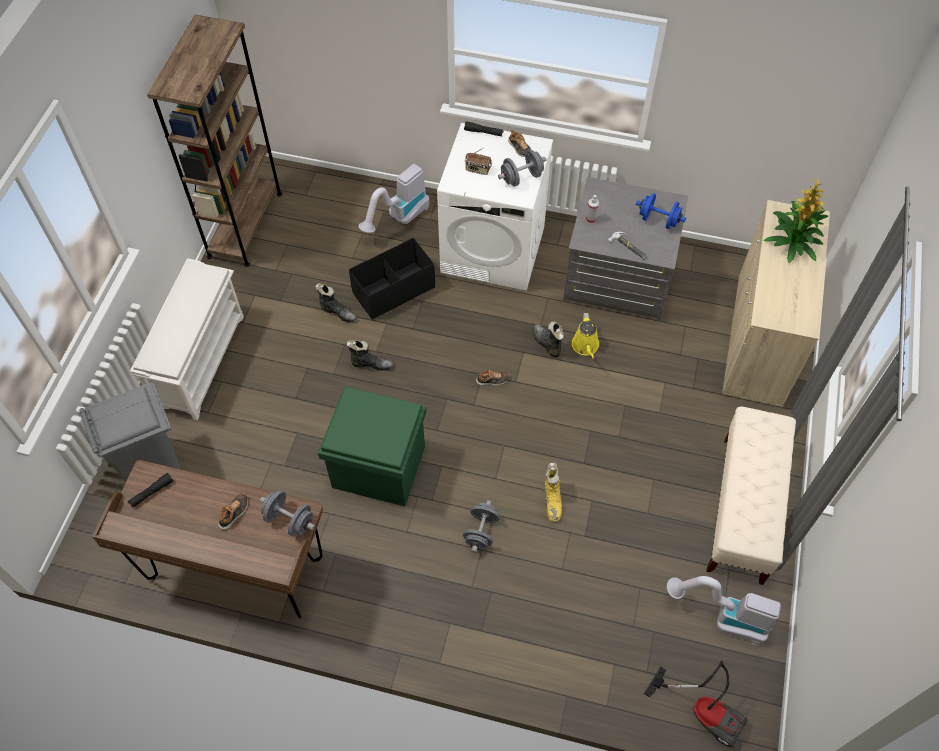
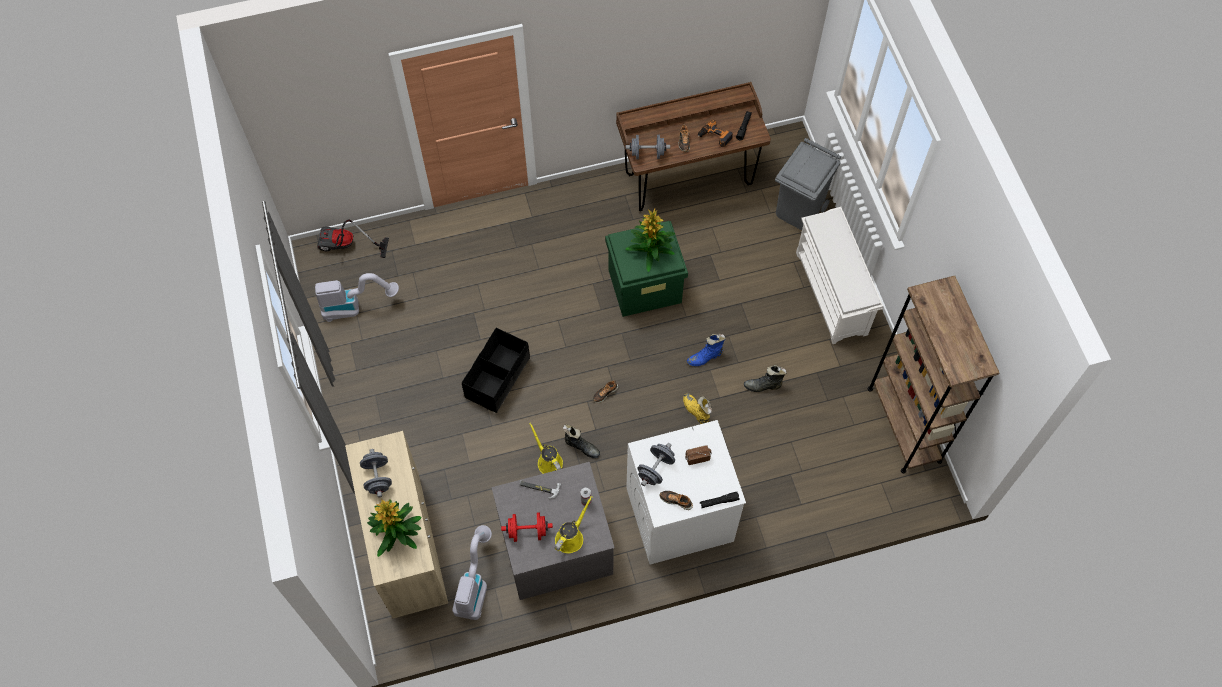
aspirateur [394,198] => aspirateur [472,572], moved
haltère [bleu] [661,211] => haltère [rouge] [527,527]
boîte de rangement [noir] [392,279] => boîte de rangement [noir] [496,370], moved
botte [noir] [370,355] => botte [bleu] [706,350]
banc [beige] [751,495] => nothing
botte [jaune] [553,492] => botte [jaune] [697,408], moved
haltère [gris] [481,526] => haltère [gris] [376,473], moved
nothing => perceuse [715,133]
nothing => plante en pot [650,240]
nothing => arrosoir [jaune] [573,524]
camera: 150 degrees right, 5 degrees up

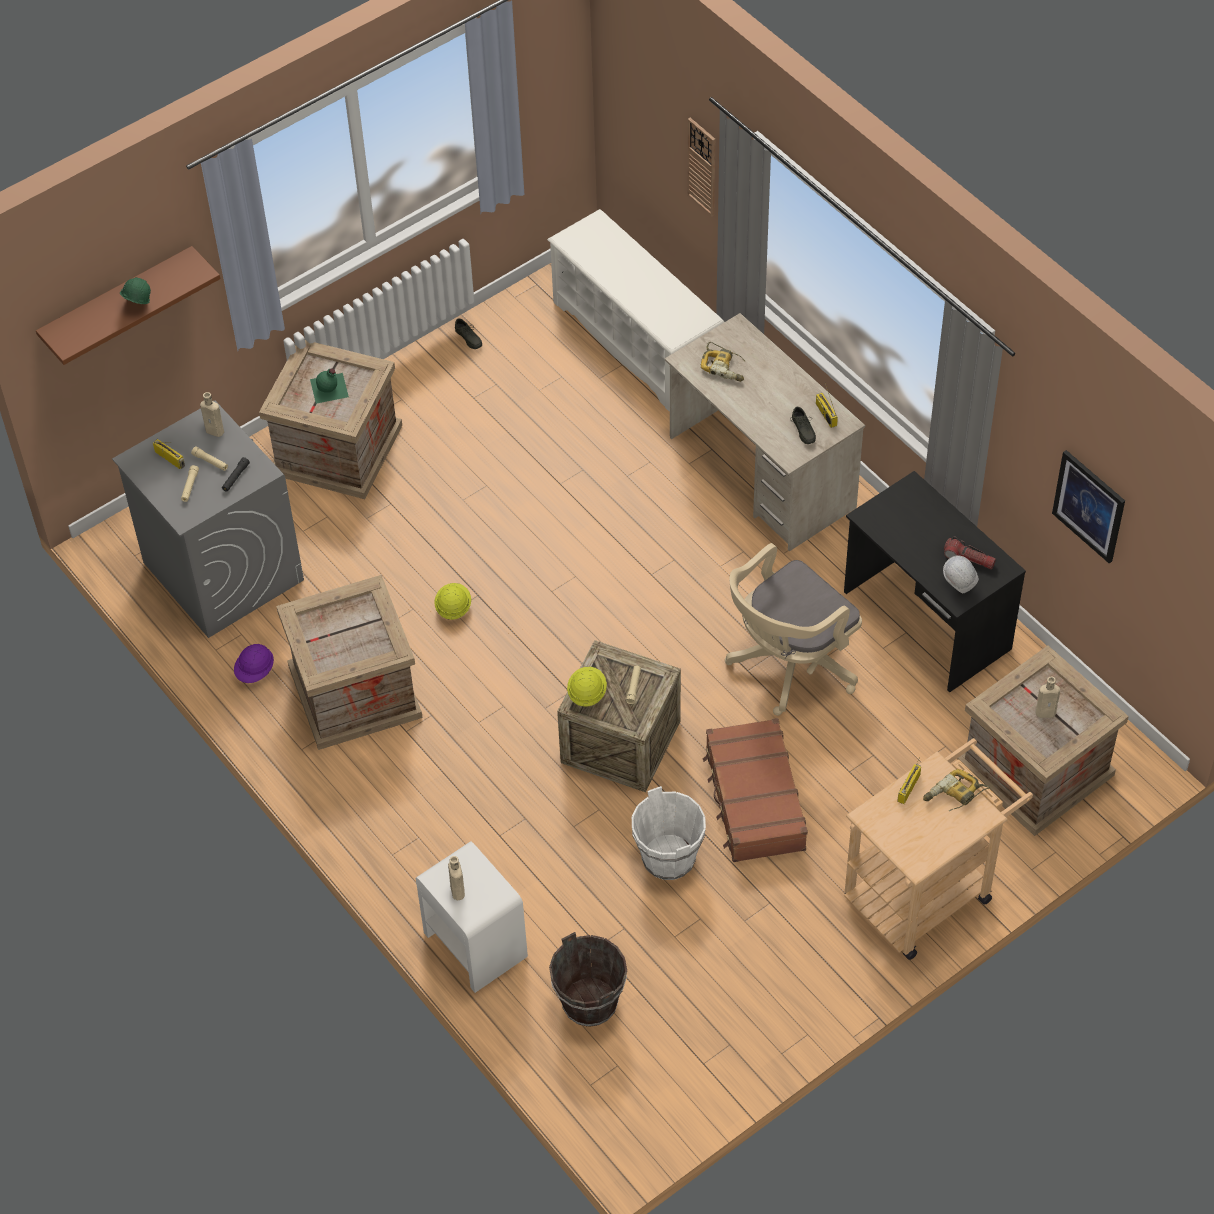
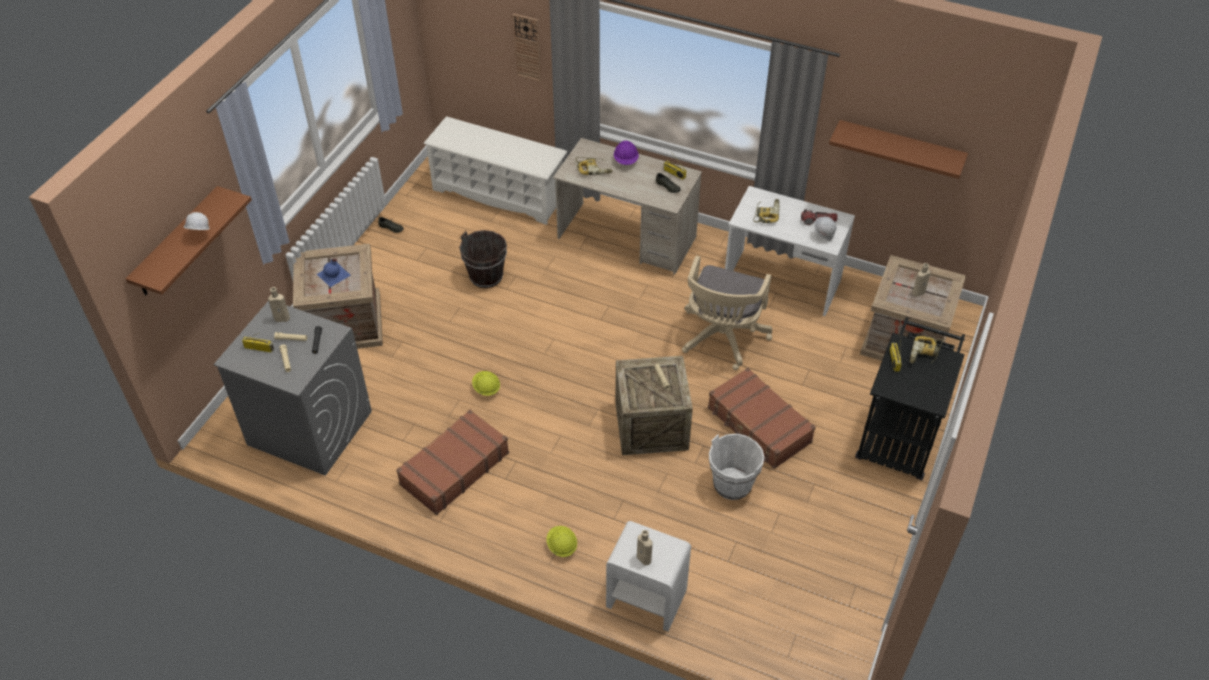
casque de chantier [vert] [135,290] => casque de chantier [blanc] [197,221]
bouteille [vert] [329,386] => bouteille [bleu] [334,273]
tableau [1088,506] => étagère [marron] [898,149]
bureau [noir] [935,581] => bureau [blanc] [790,251]
caisse [349,662] => valise [marron] [452,462]
casque de chantier [violet] [254,663] => casque de chantier [violet] [626,153], moved
casque de chantier [jaune] [587,687] => casque de chantier [jaune] [562,541], moved
chariot [beige] [938,849] => chariot [noir] [910,398]
seau [marron] [588,979] => seau [marron] [483,259], moved
nothing => perceuse [766,211]
camera: 30 degrees left, 5 degrees down

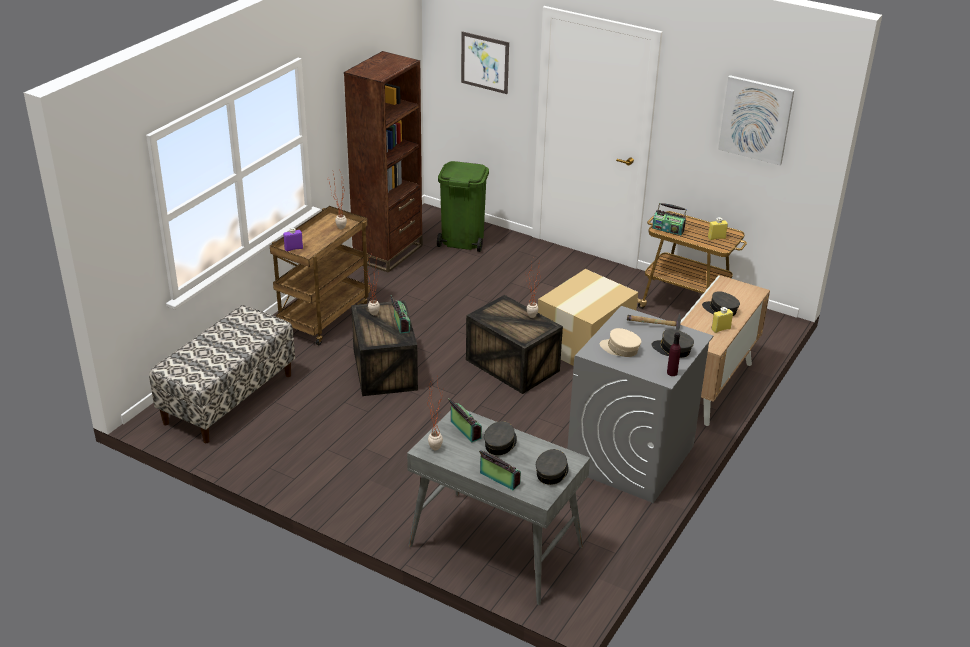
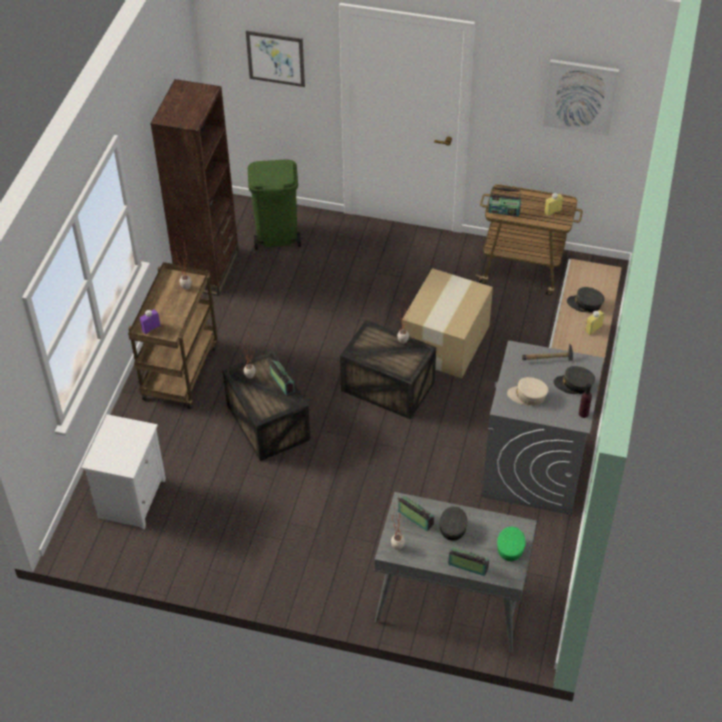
banc [222,374] => table de chevet [blanc] [123,471]
casquette [gris] [552,467] => casquette [vert] [511,544]
camera: 15 degrees left, 15 degrees up

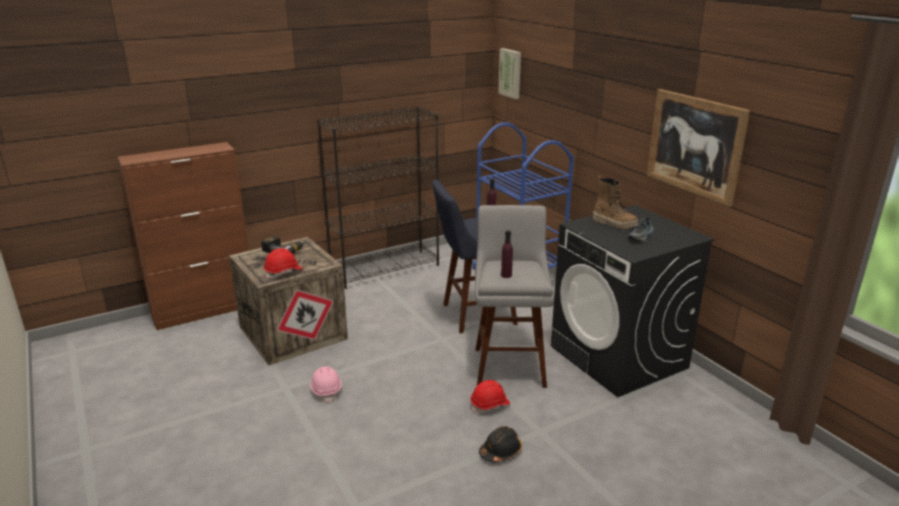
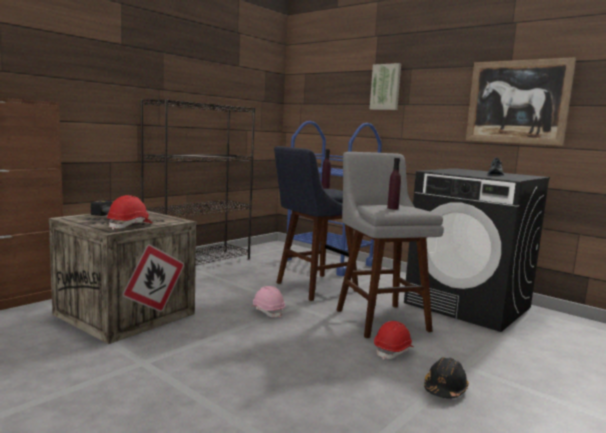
tableau [509,73] => tableau [385,86], moved
botte [615,202] => nothing
casque de chantier [rose] [326,385] => casque de chantier [rose] [267,302], moved
camera: 20 degrees left, 15 degrees down

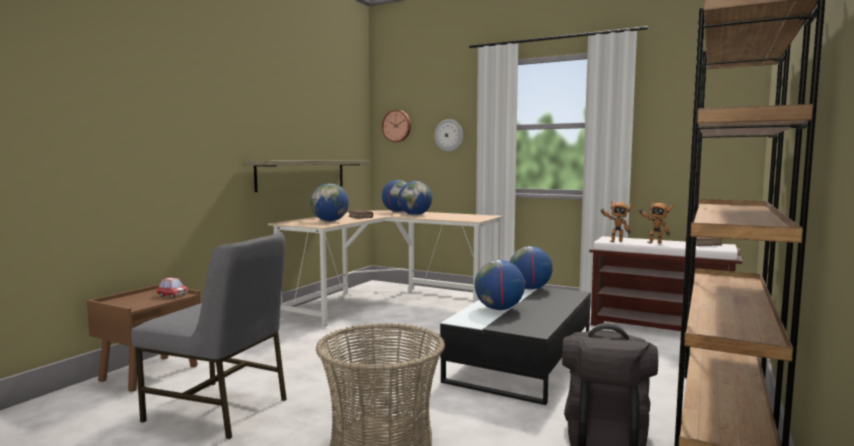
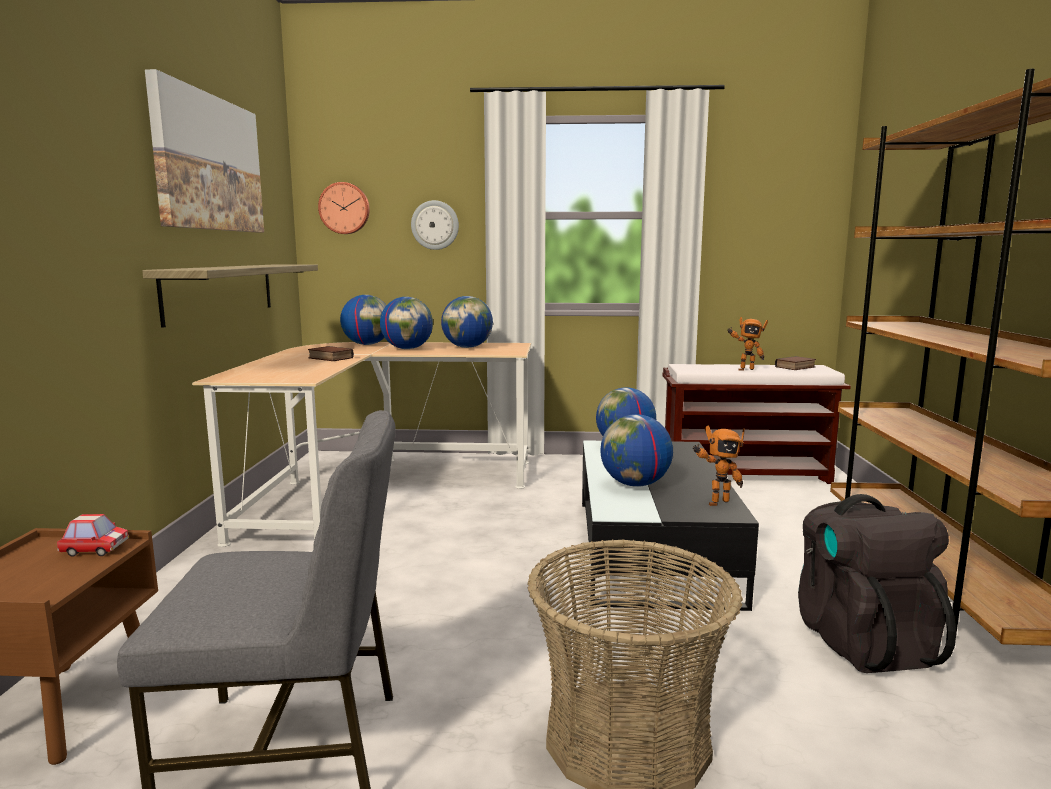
globe [329,203] => globe [467,322], moved
robot jouet [616,221] => robot jouet [718,465], moved
nothing => tableau [204,150]
camera: 25 degrees left, 5 degrees up

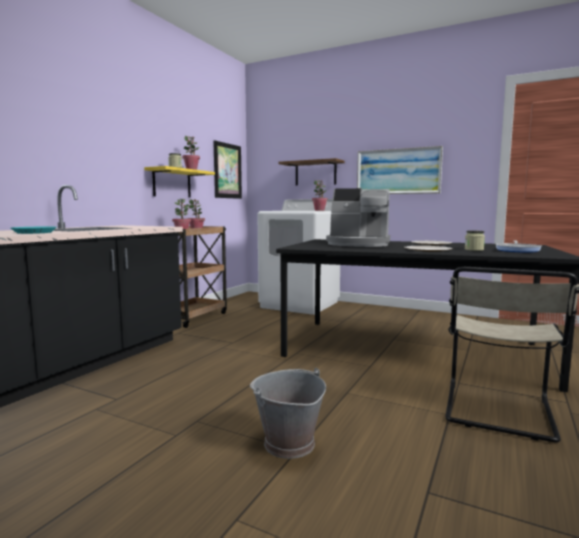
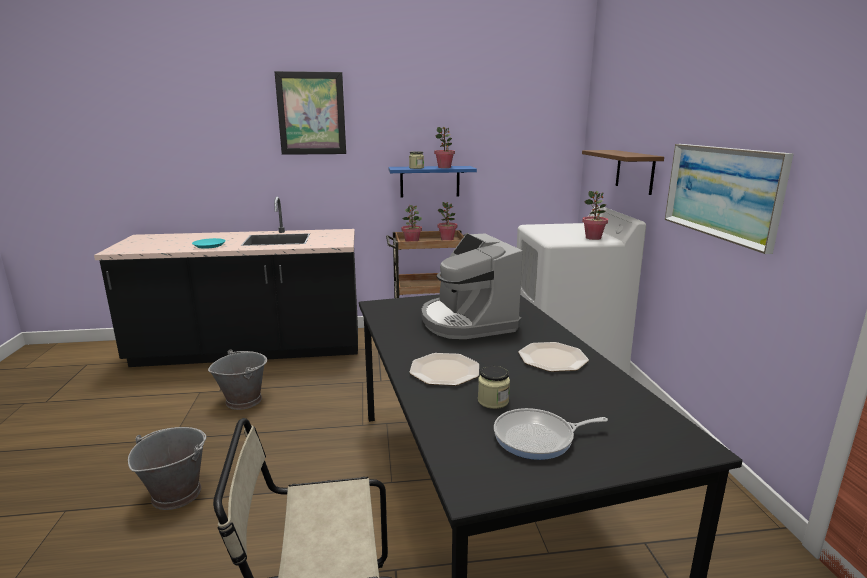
tableau [227,169] => tableau [310,113], moved
étagère [jaune] [179,182] => étagère [bleu] [433,182]
nothing => seau [gris] [237,379]
camera: 55 degrees right, 10 degrees up

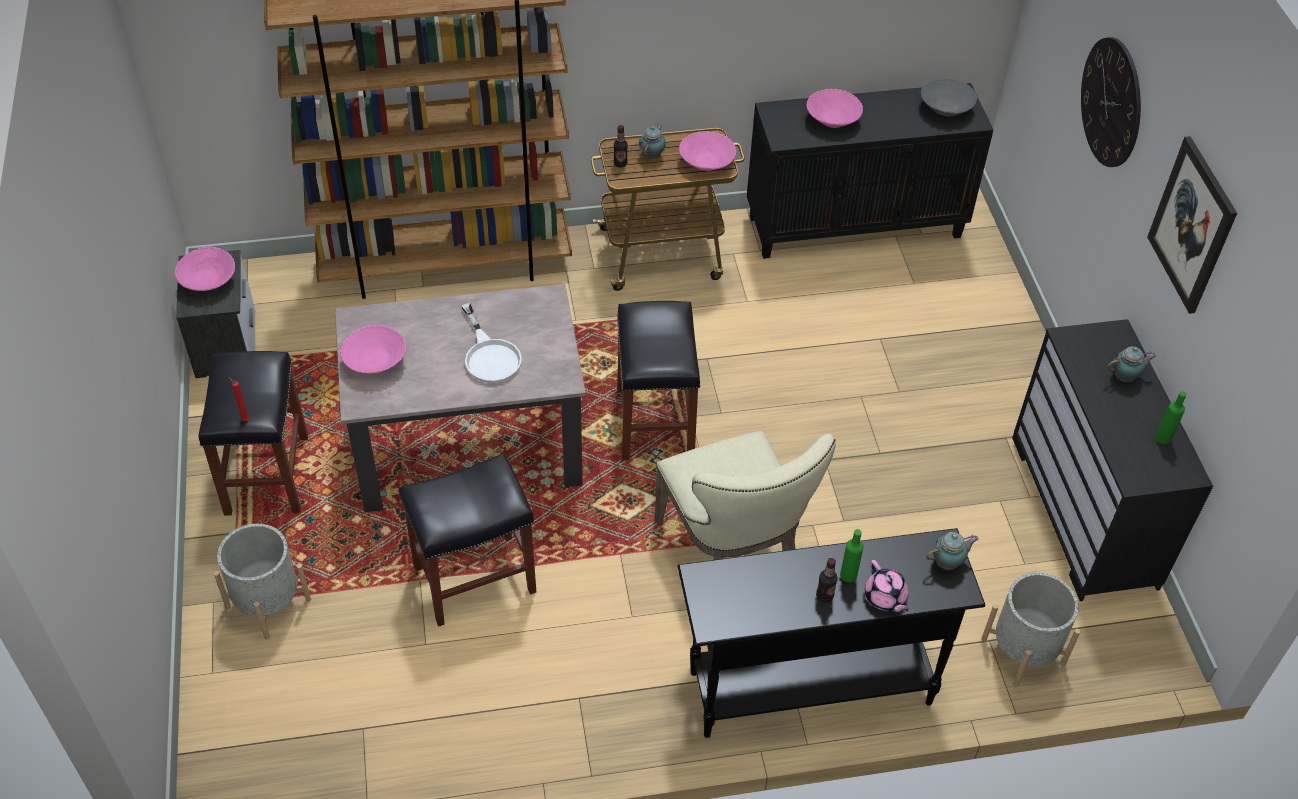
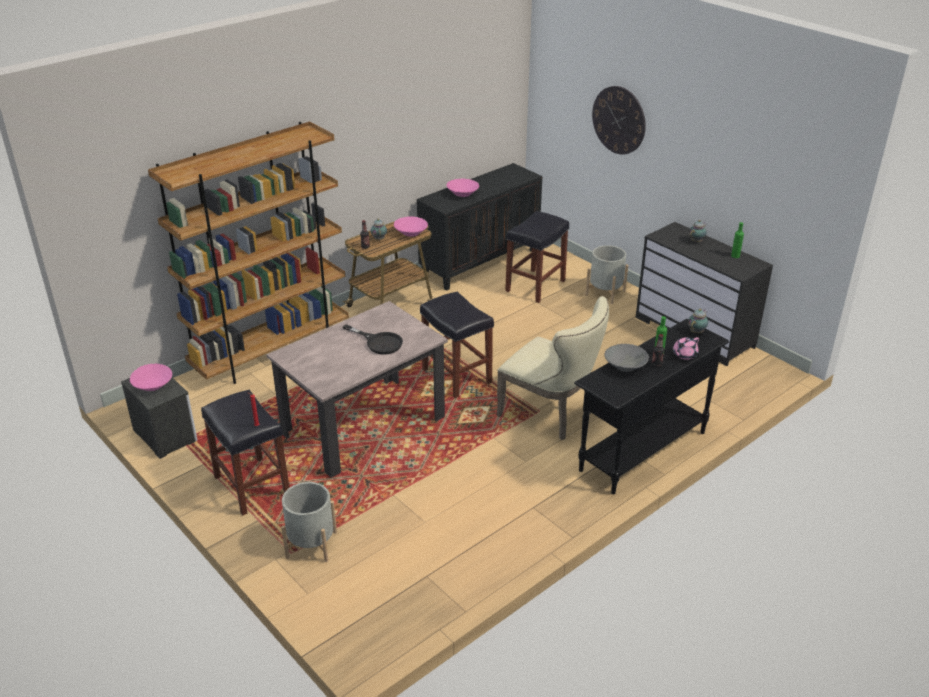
bol [gris] [949,97] => bol [gris] [626,358], moved
tableau [1192,225] => nothing
poêle [blanc] [492,343] => poêle [noir] [373,339]
bol [rose] [373,349] => nothing
tabouret [noir] [467,540] => tabouret [noir] [537,257], moved
théière [rose] [887,586] => théière [rose] [686,348], 105 degrees clockwise
cache-pot [gris] [1030,629] => cache-pot [gris] [606,274], moved
camera: 30 degrees left, 15 degrees down

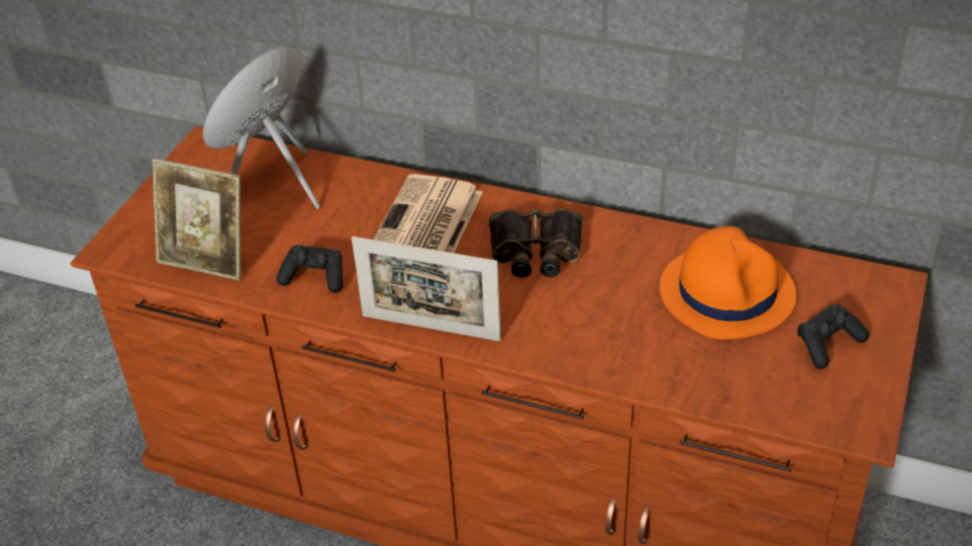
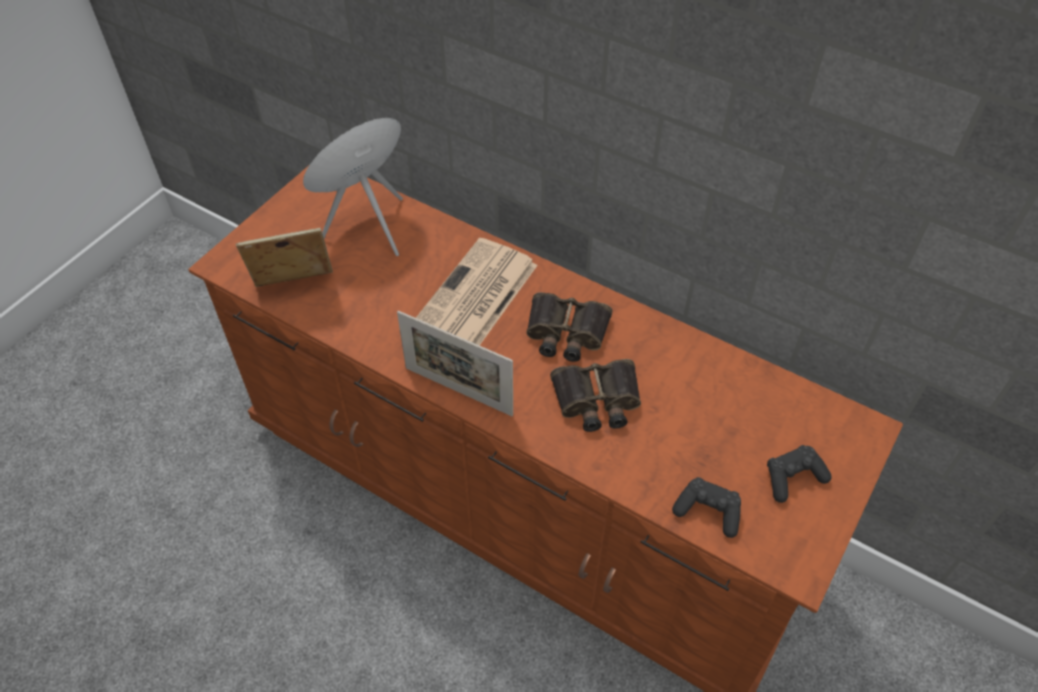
cadre photo [196,219] => cadre photo [284,257], 135 degrees clockwise
chapeau [orange] [728,282] => nothing
manette [noir] [310,269] => manette [noir] [706,507], moved
nothing => jumelles [595,395]
camera: 10 degrees right, 10 degrees up

